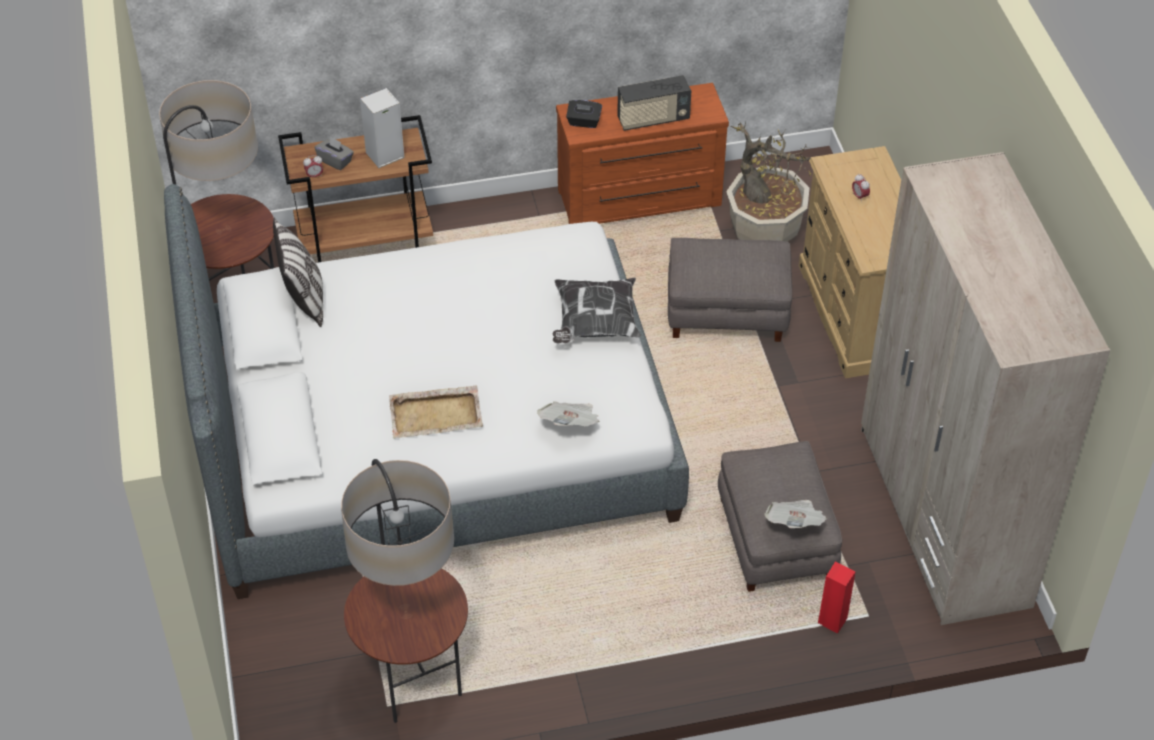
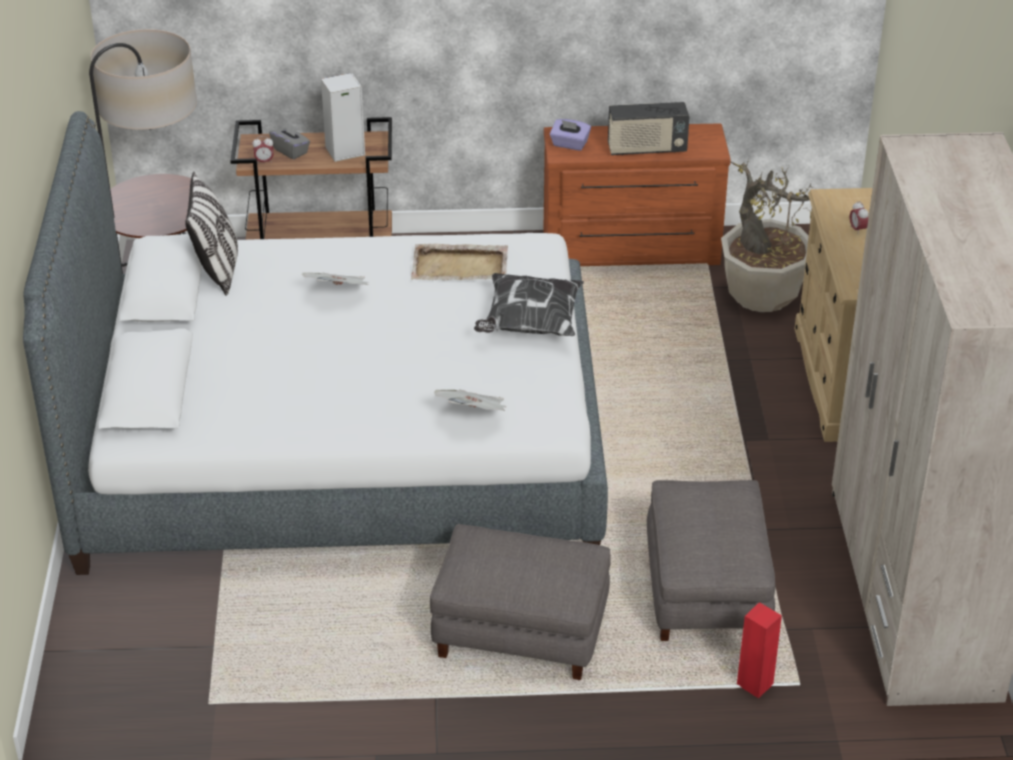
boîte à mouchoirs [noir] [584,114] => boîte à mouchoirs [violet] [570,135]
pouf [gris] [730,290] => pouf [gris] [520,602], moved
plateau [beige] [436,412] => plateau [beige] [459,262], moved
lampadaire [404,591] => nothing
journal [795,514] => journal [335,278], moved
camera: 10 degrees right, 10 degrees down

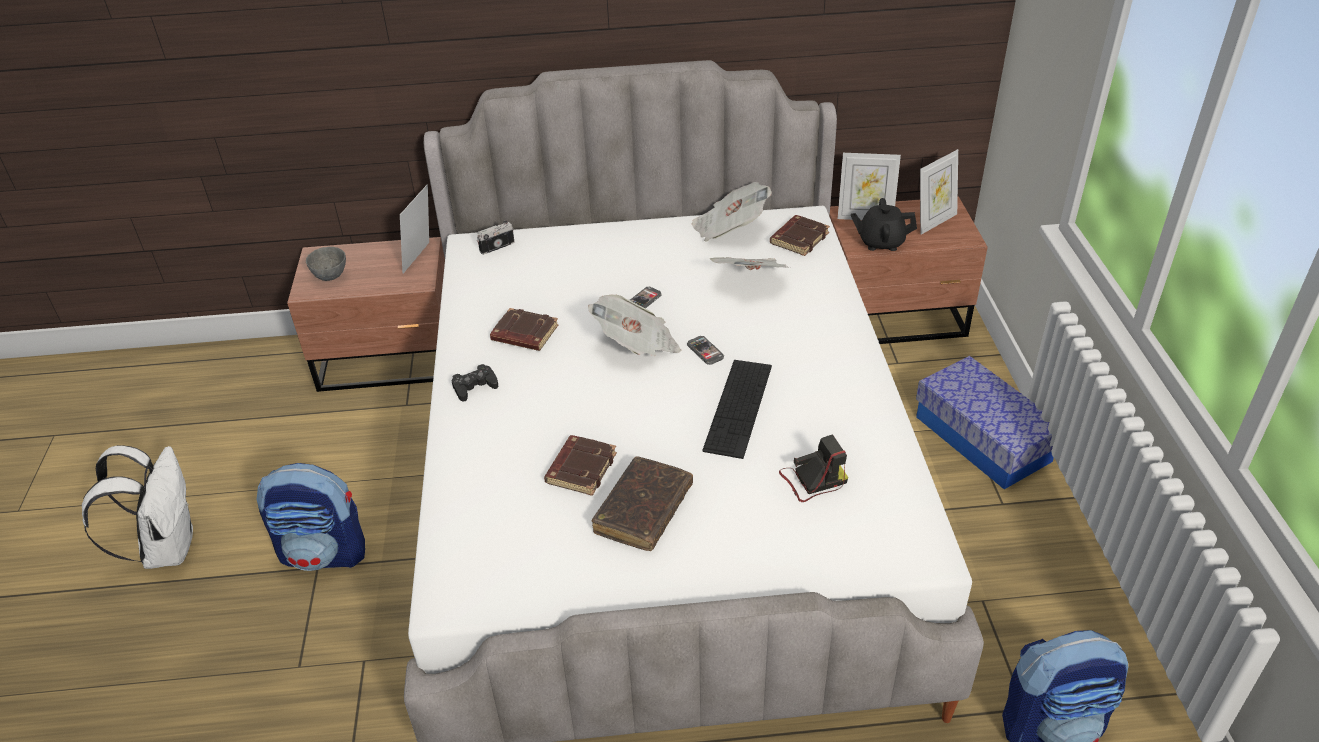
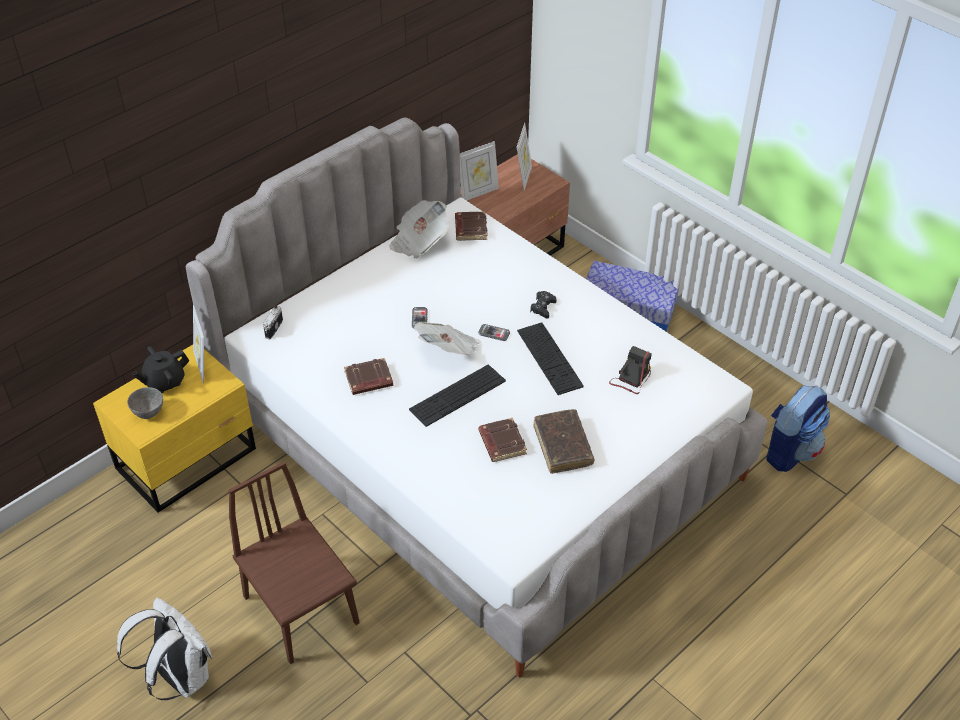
théière [noir] [884,224] => théière [noir] [160,369], moved
table de chevet [marron] [366,314] => table de chevet [jaune] [174,429]
journal [750,263] => nothing
manette [noir] [475,383] => manette [noir] [543,305], moved
sac à dos [310,517] => chaise [marron] [293,562]
nothing => clavier [457,395]
camera: 40 degrees left, 5 degrees up

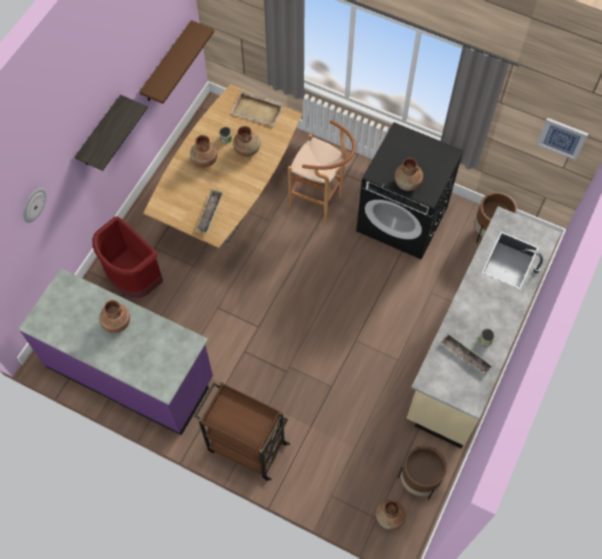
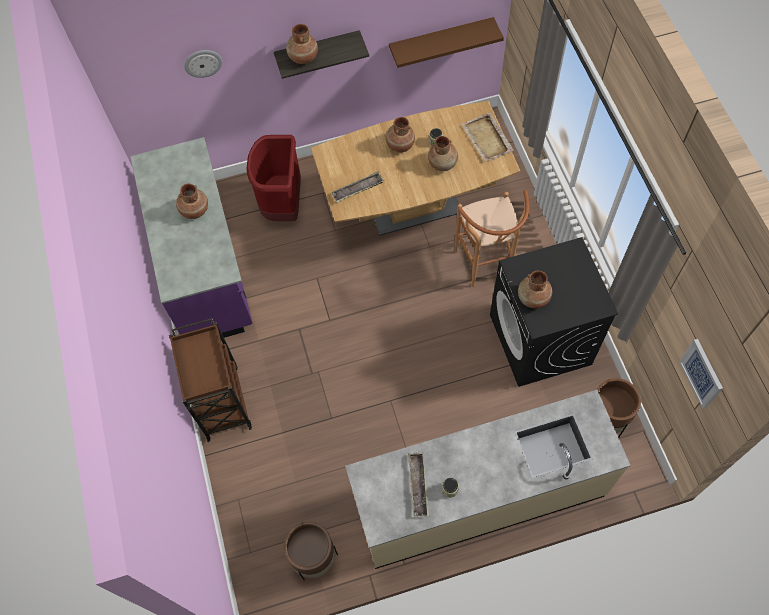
vase [marron] [391,514] => vase [marron] [302,44], moved
camera: 50 degrees right, 0 degrees up

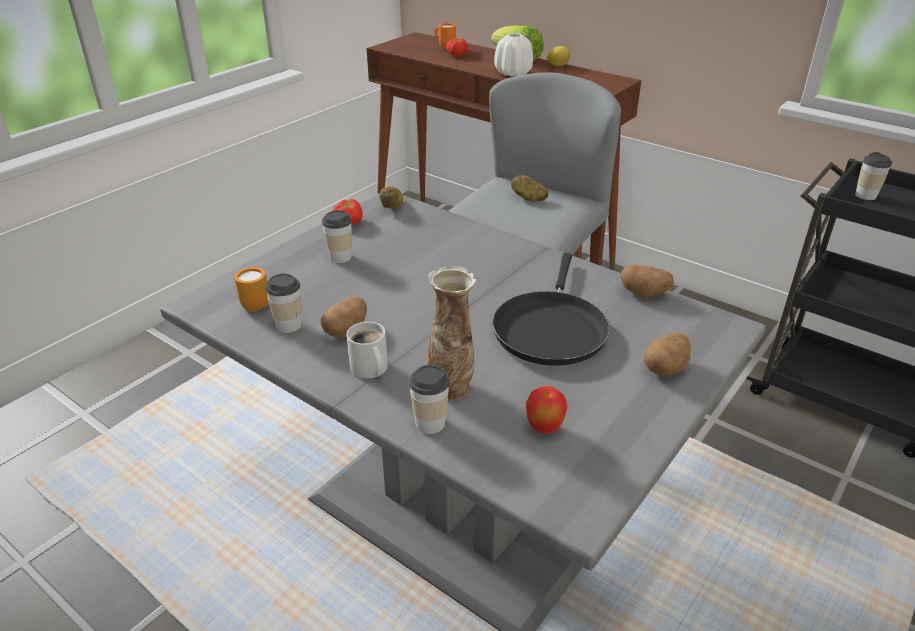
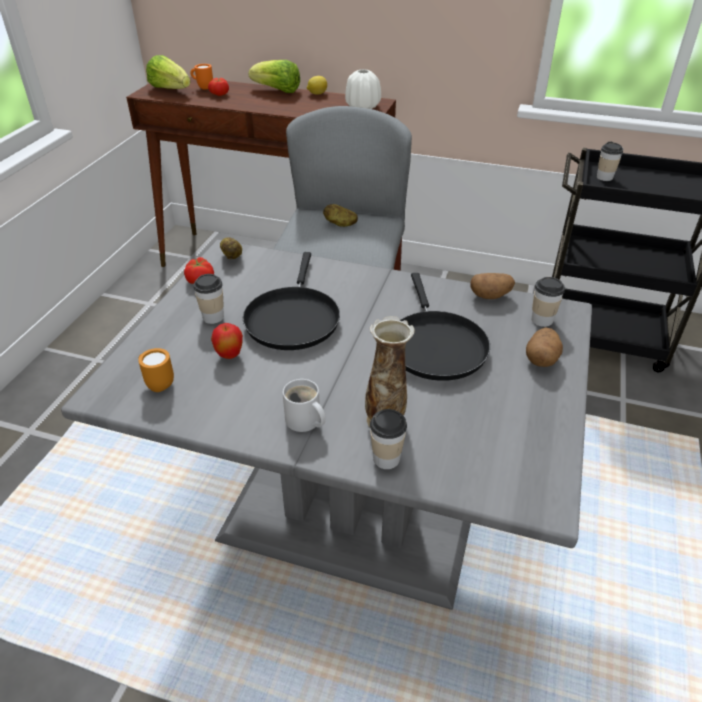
vase [blanc] [513,54] => vase [blanc] [363,89], moved
tasse [283,303] => tasse [548,302], moved
pomme de terre [343,317] => nothing
pomme [547,410] => pomme [227,341], moved
nothing => laitue [168,72]
nothing => poêle [noir] [291,301]
camera: 20 degrees left, 5 degrees up

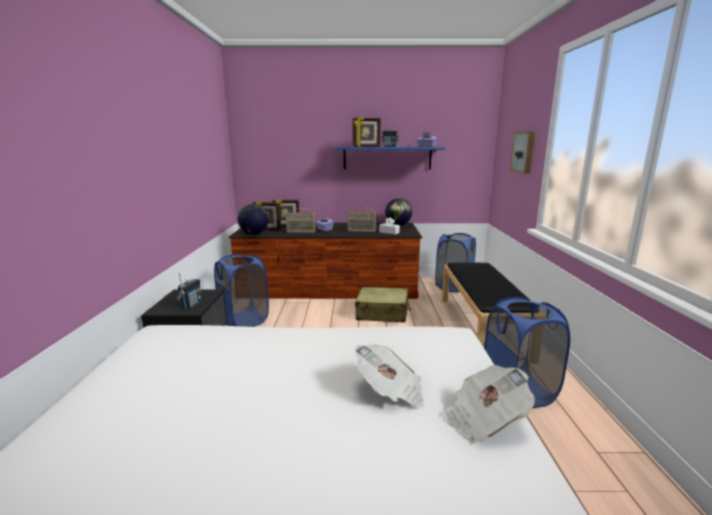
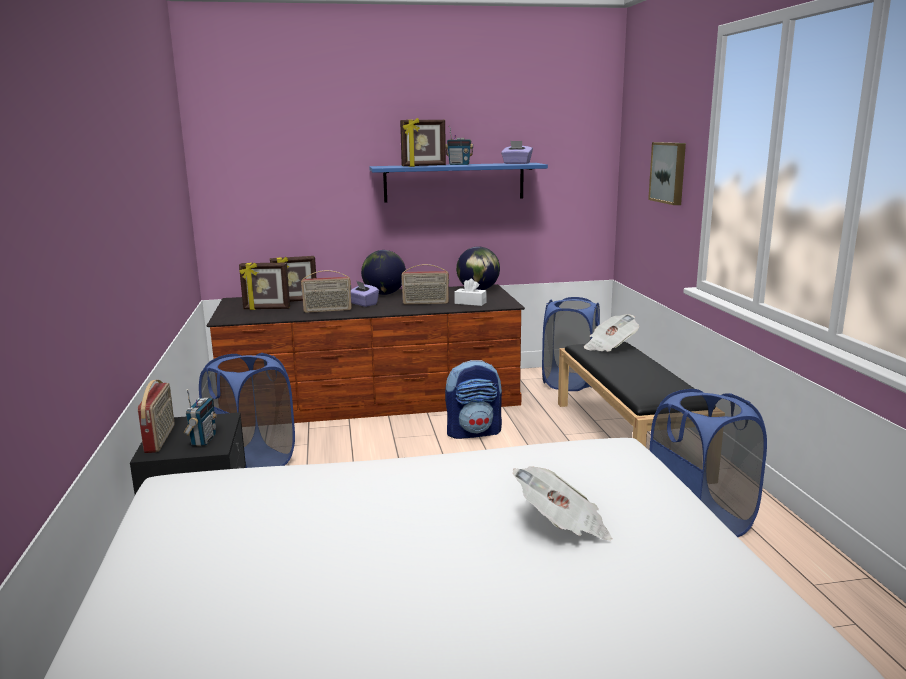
globe [253,219] => globe [383,272], moved
valise [beige] [383,305] => sac à dos [473,399]
journal [488,403] => journal [611,333], moved
nothing => radio [156,416]
camera: 10 degrees left, 0 degrees up

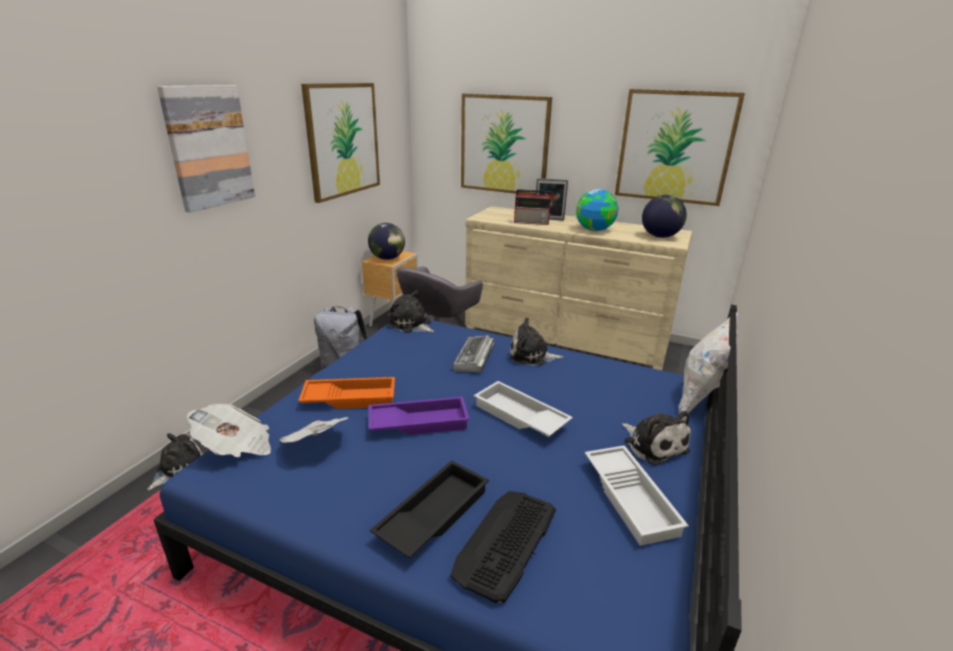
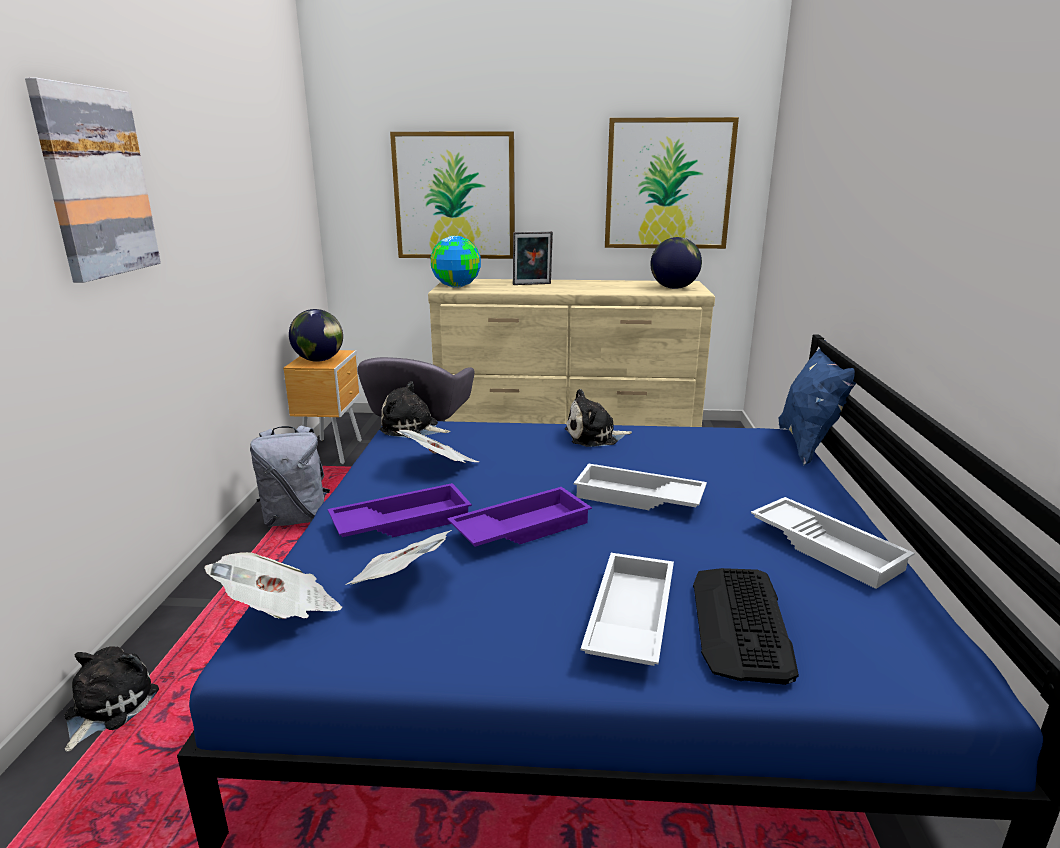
tableau [340,143] => nothing
radio [533,207] => nothing
globe [597,210] => globe [455,262], moved
coussin [blanc] [709,363] => coussin [bleu] [817,403]
clavier [474,353] => nothing
plateau [orange] [346,393] => plateau [violet] [400,510]
peluche [656,438] => nothing
plateau [noir] [429,509] => plateau [blanc] [627,609]
nothing => journal [438,446]
camera: 20 degrees left, 5 degrees down

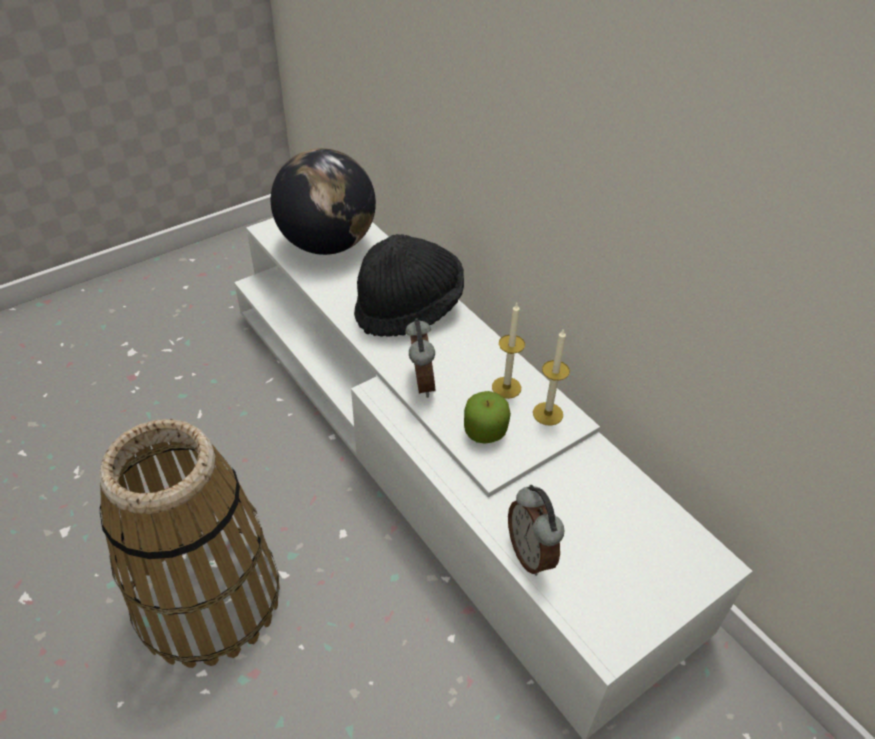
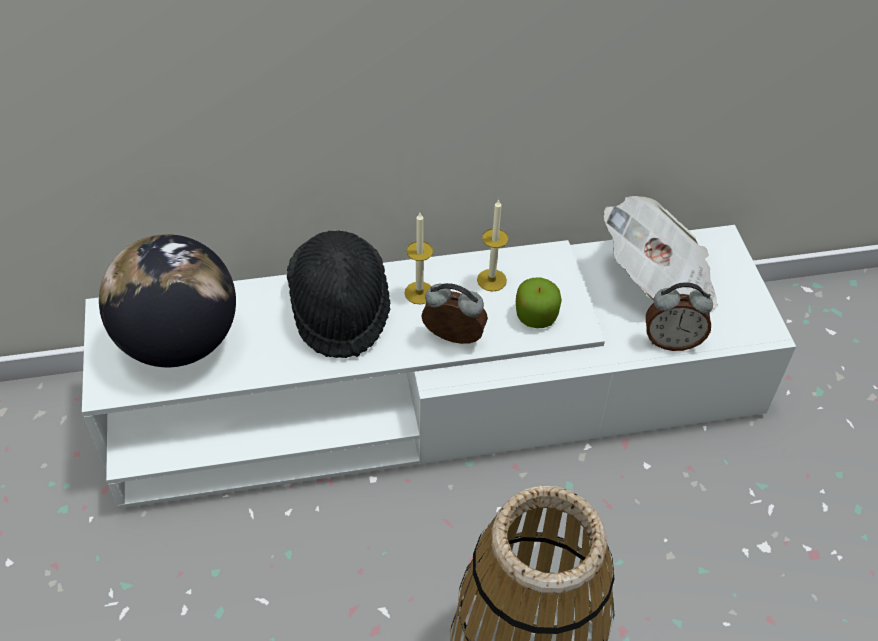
bougie [551,377] => bougie [418,259], moved
nothing => journal [661,252]
camera: 65 degrees left, 5 degrees up

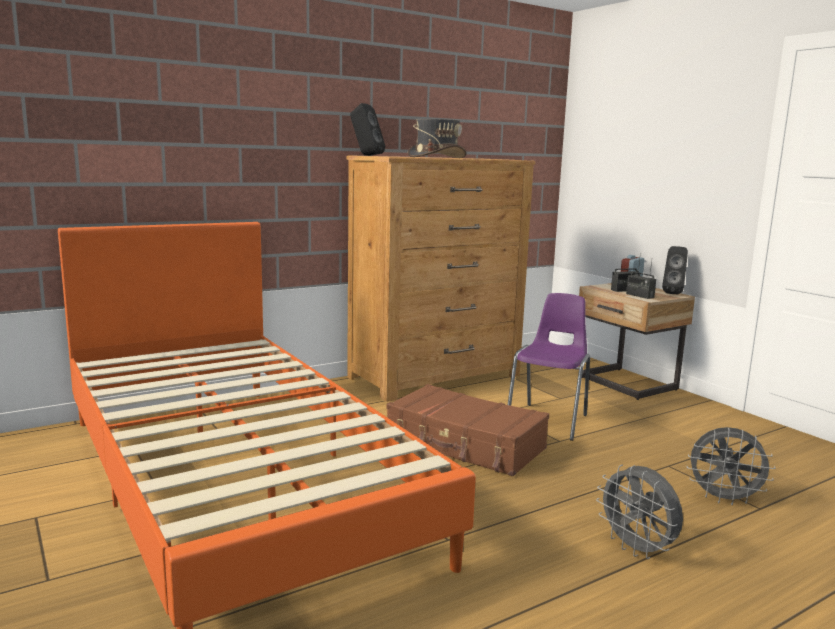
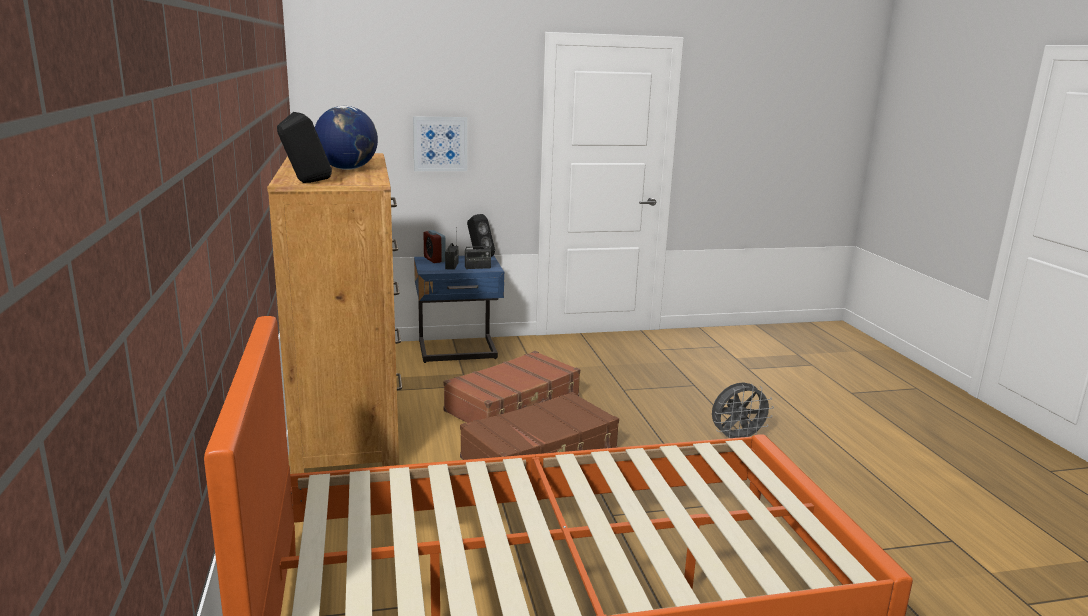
chapeau [gris] [437,138] => globe [346,138]
table de chevet [beige] [637,341] => table de chevet [bleu] [459,309]
chaise [violet] [549,367] => valise [marron] [511,387]
ventilateur [gris] [731,466] => nothing
nothing => tableau [440,143]
camera: 70 degrees left, 5 degrees up

